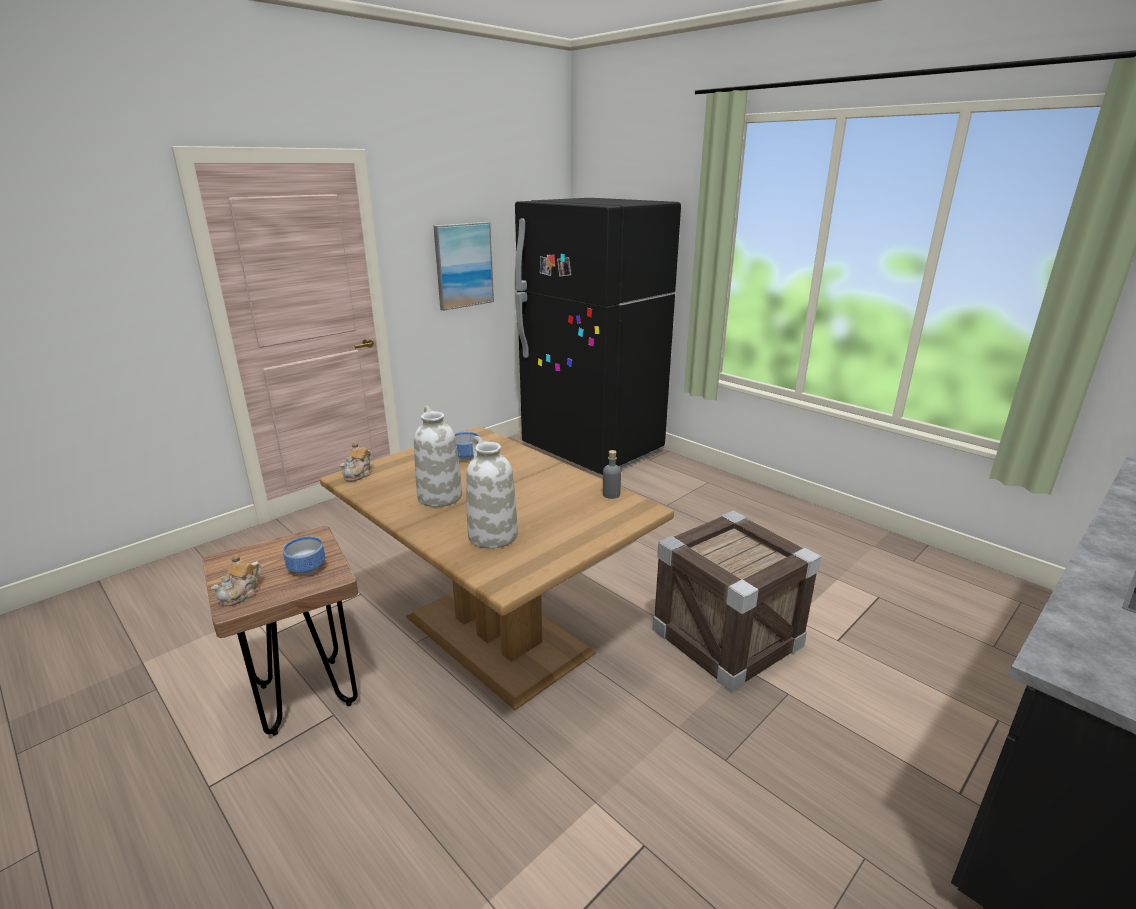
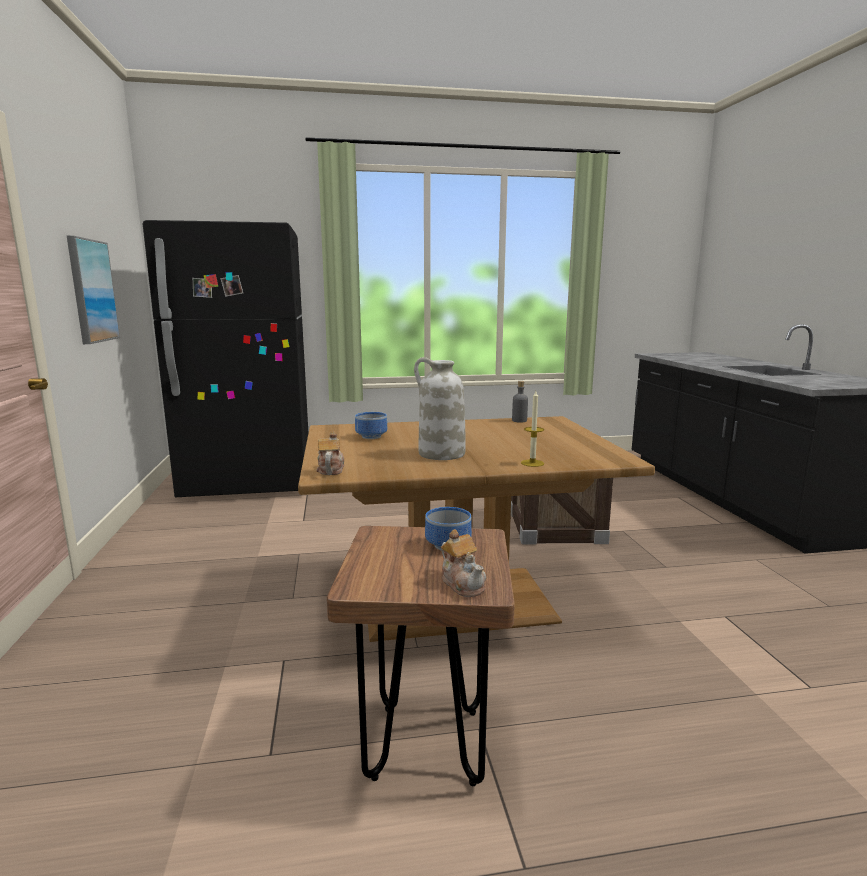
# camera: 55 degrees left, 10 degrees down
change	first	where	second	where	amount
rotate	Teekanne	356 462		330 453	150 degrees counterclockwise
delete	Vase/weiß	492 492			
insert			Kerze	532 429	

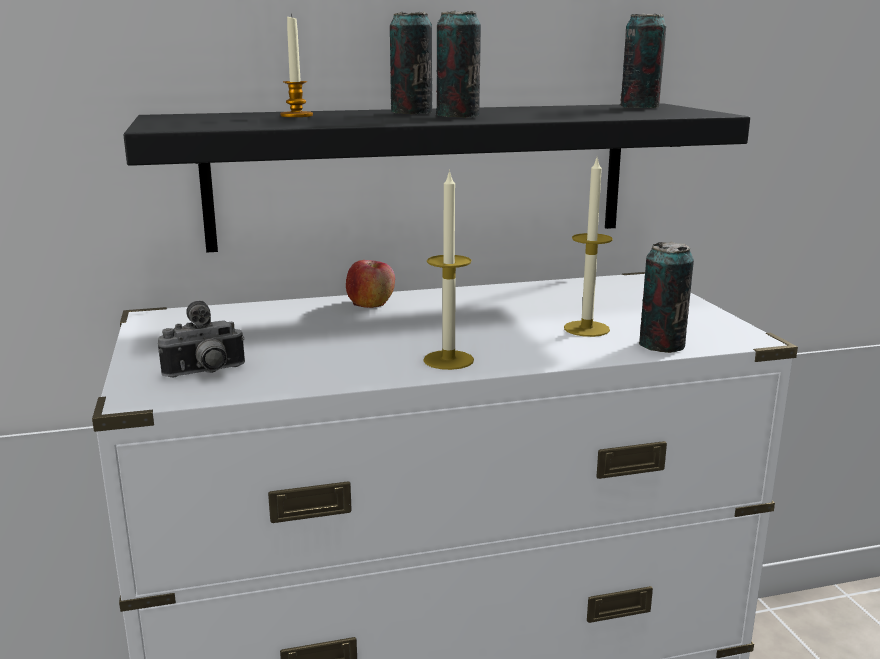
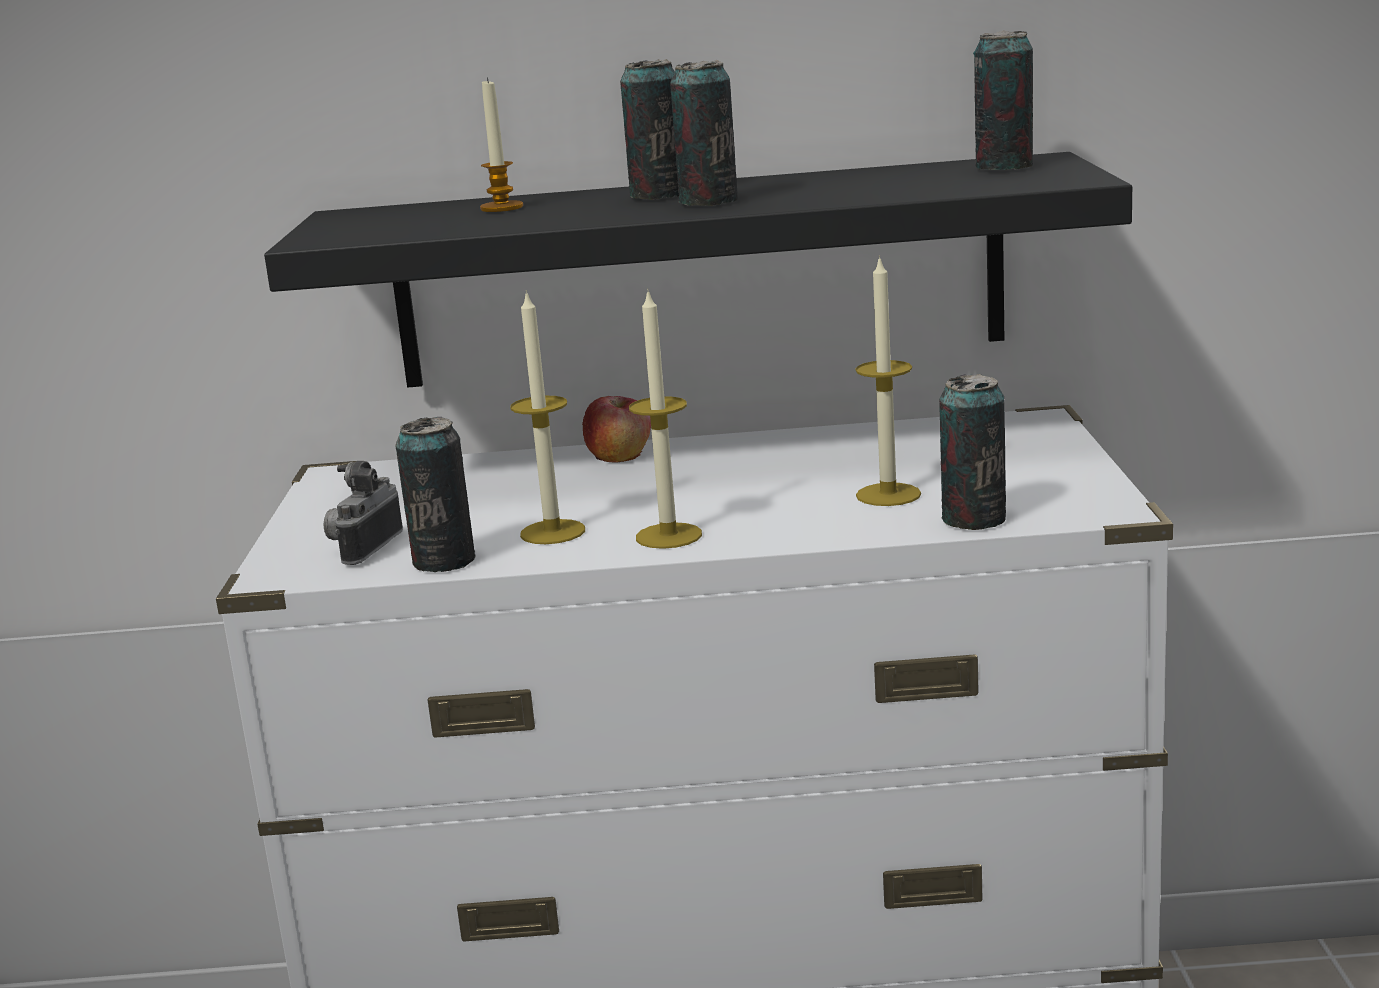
# camera: 15 degrees right, 0 degrees up
change	first	where	second	where	amount
rotate	Kamera	201 339		363 513	120 degrees clockwise
insert			Dose	435 494	
insert			Kerze	547 417	

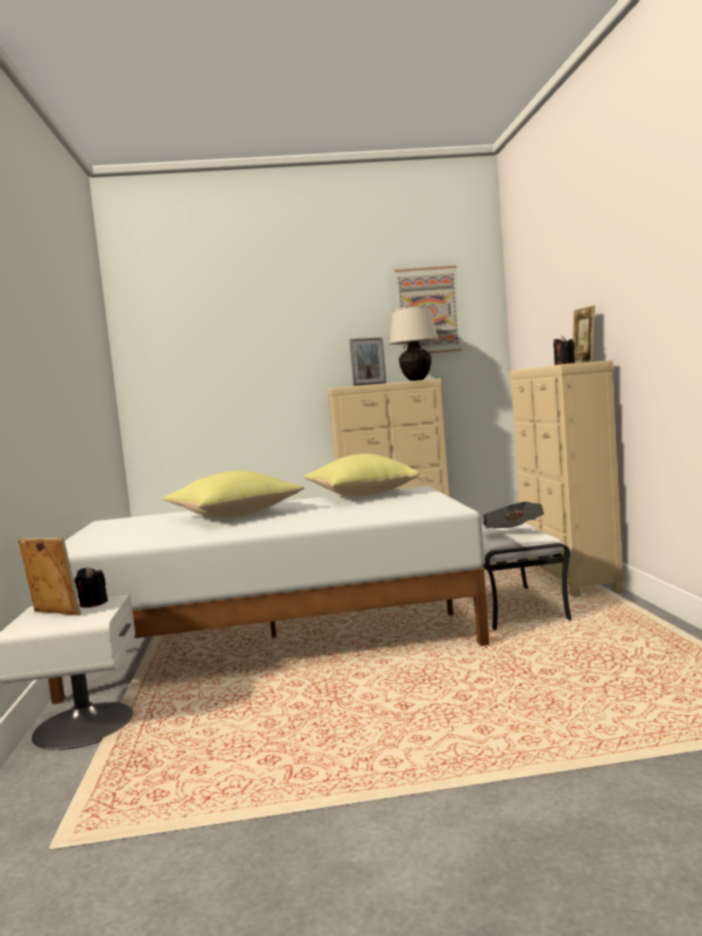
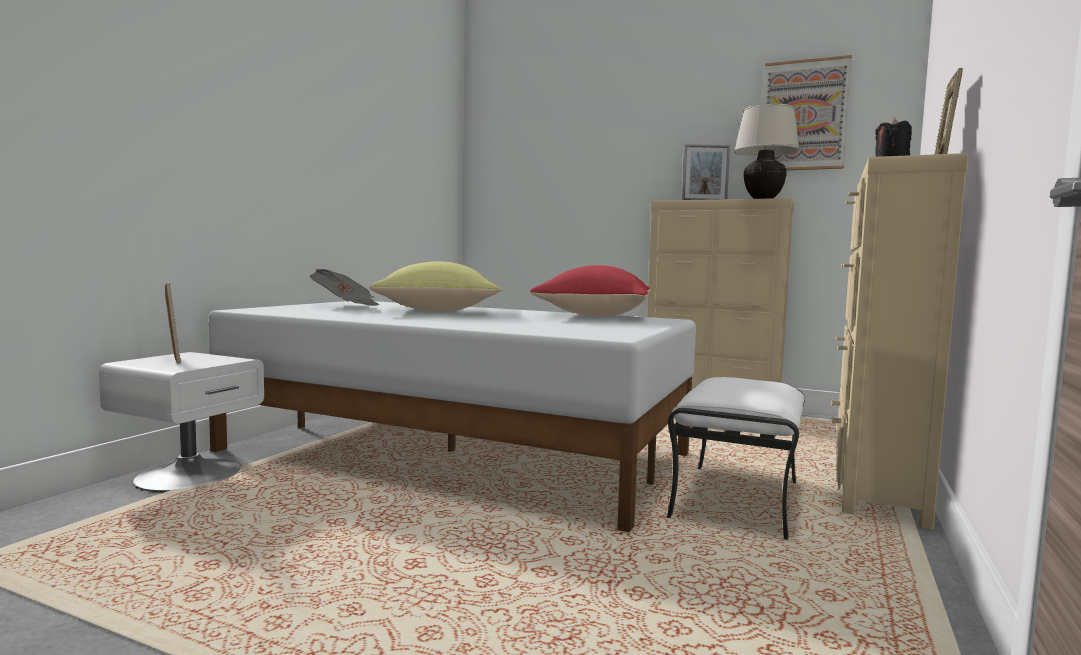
# camera: 30 degrees right, 0 degrees up
change	first	where	second	where	amount
delete	Kerze/schwarz	91 587			
recolor	Kissen/gelb	361 475	Kissen/rot	590 291	
move	Zeitung	513 515		344 287	

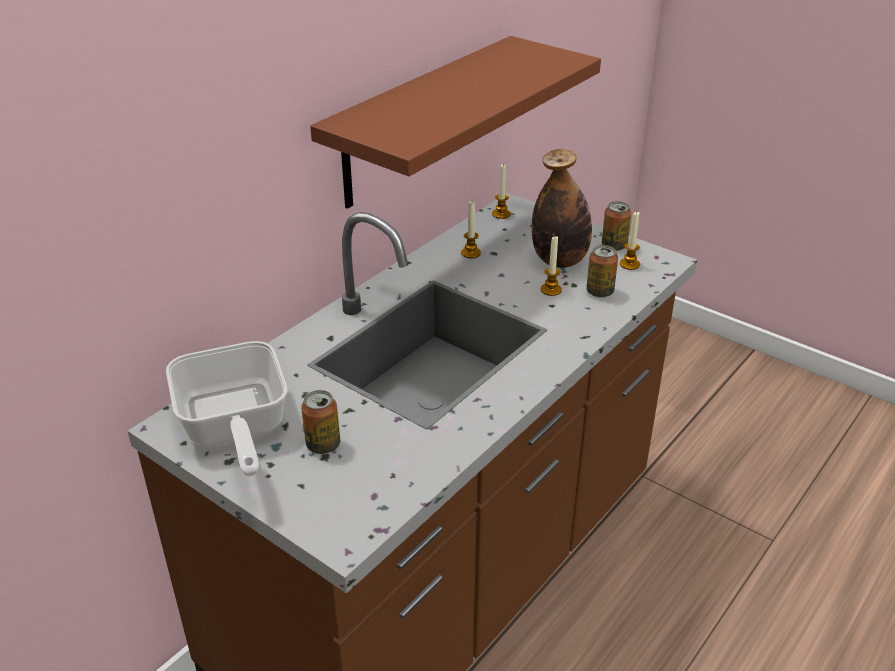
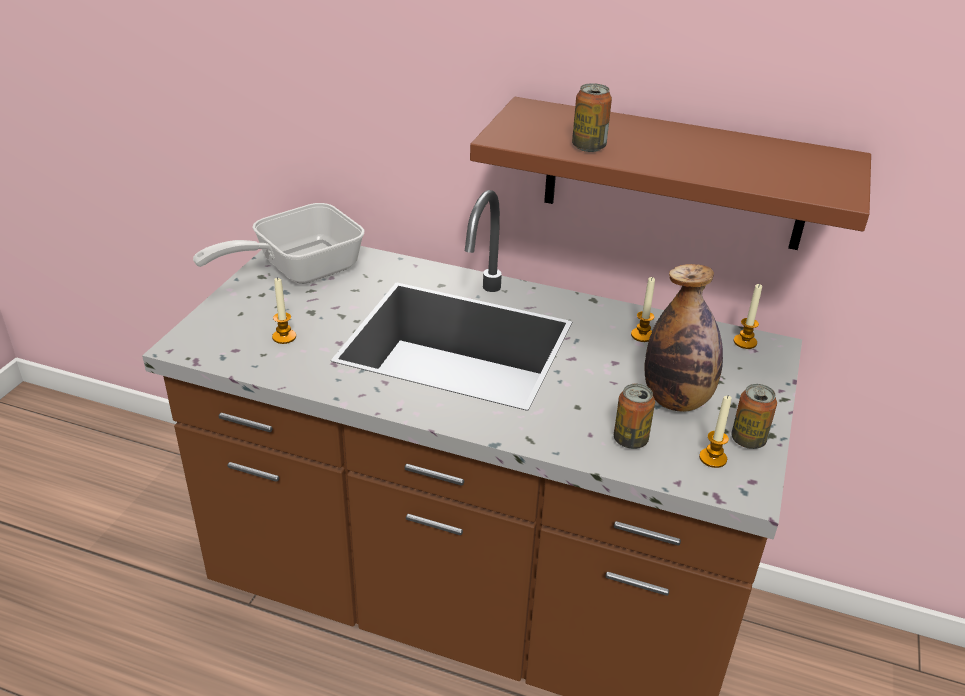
# camera: 70 degrees right, 0 degrees up
change	first	where	second	where	amount
move	Dose	320 422		592 117	
move	Kerze	551 266		284 310	

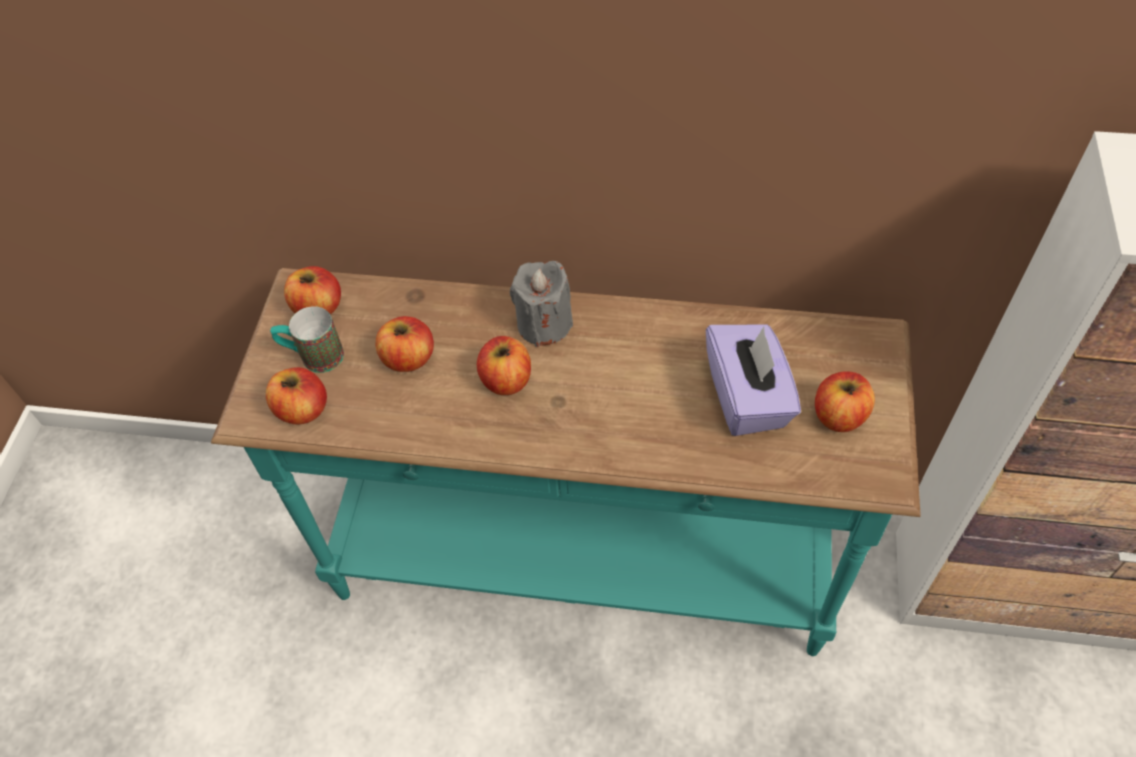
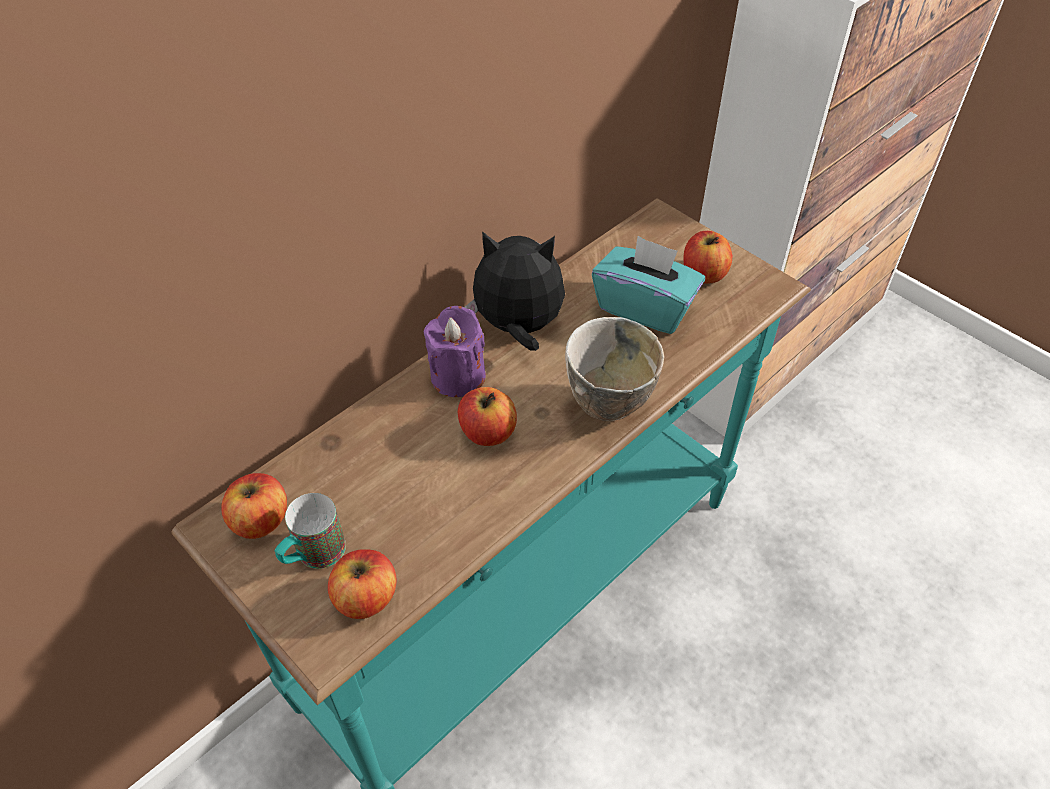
# camera: 55 degrees left, 5 degrees down
change	first	where	second	where	amount
delete	Apfel	404 344			
recolor	Kerze/grau	541 304	Kerze/lila	455 351	
recolor	Taschentuchbox/lila	753 380	Taschentuchbox/türkis	648 285	
insert			Plüschtier	514 291	
insert			Schüssel	615 369	

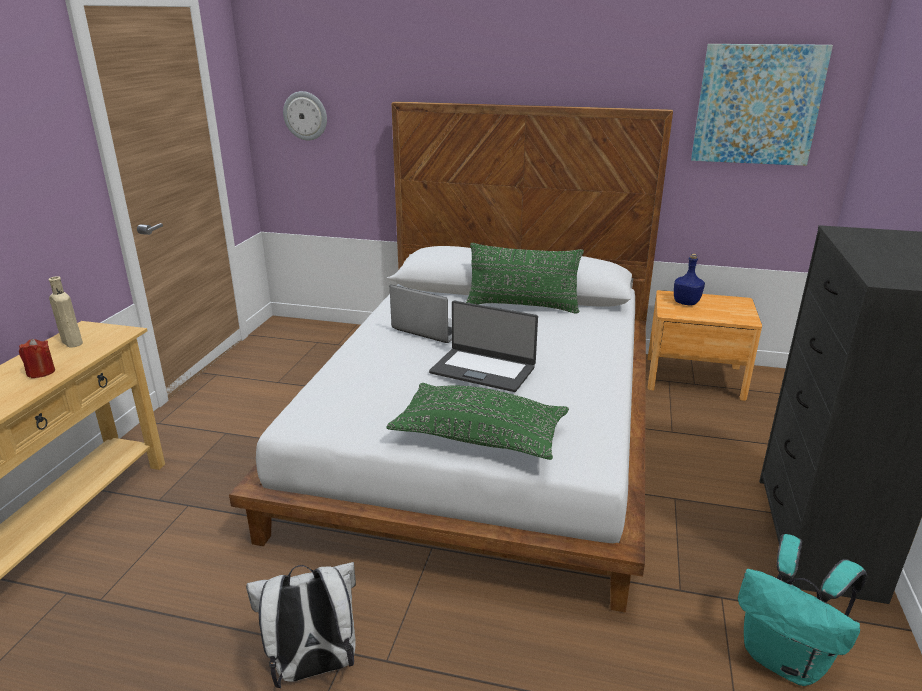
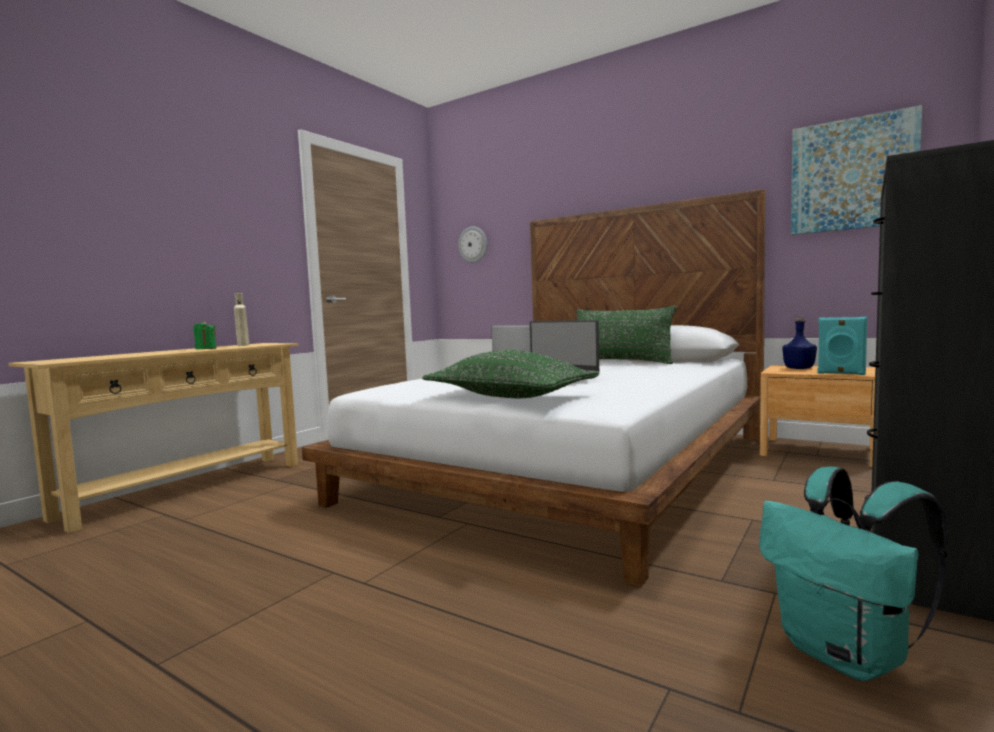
# camera: 20 degrees right, 20 degrees down
change	first	where	second	where	amount
recolor	Kerze/rot	37 358	Kerze/grün	204 335	
delete	Rucksack/weiß	301 625			
insert			Lautsprecher/türkis	842 346	

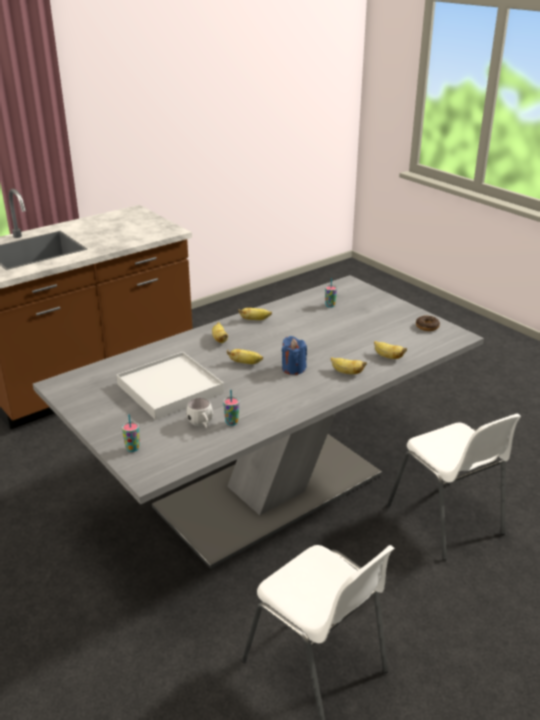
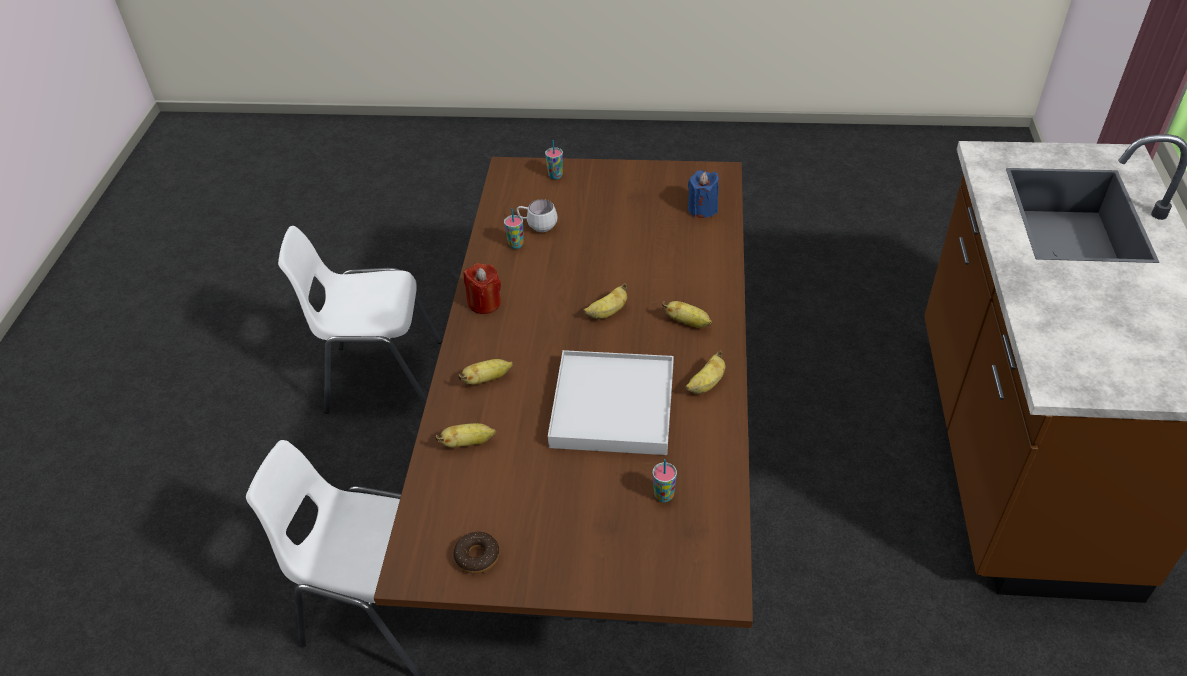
# camera: 135 degrees right, 15 degrees up
change	first	where	second	where	amount
recolor	Esstisch/grau	258 422	Esstisch/braun	563 392	
move	Tablett/weiß	170 386		611 402	
move	Kerze/blau	294 355		703 194	
insert			Kerze/rot	482 288	

